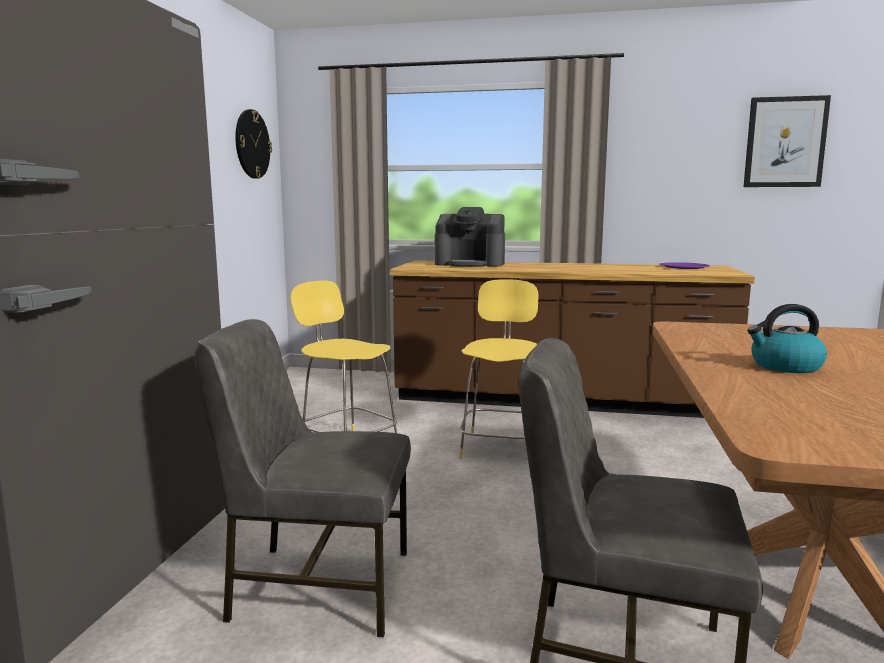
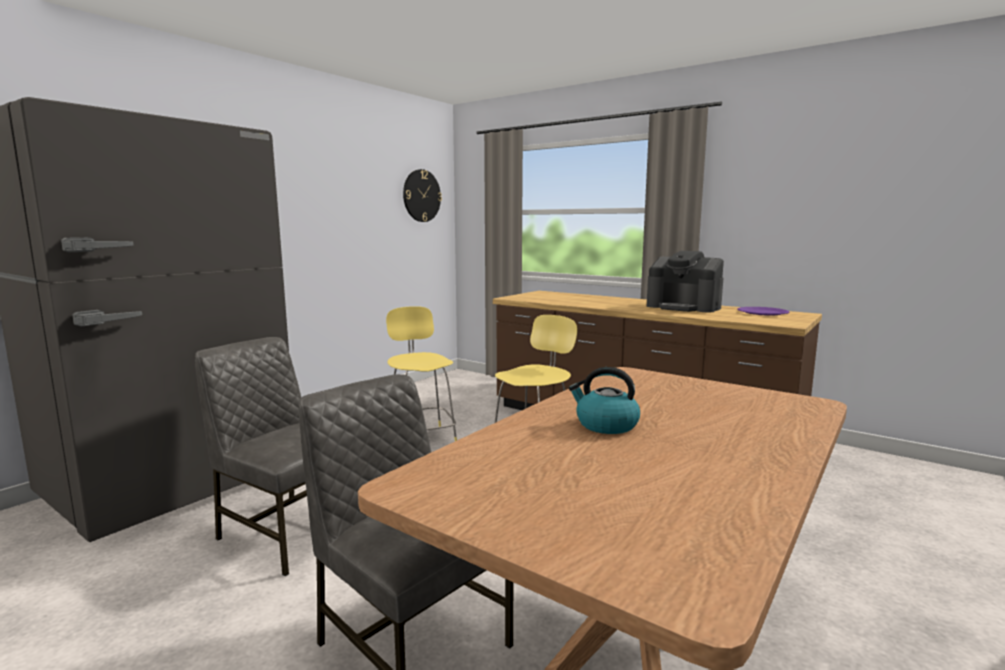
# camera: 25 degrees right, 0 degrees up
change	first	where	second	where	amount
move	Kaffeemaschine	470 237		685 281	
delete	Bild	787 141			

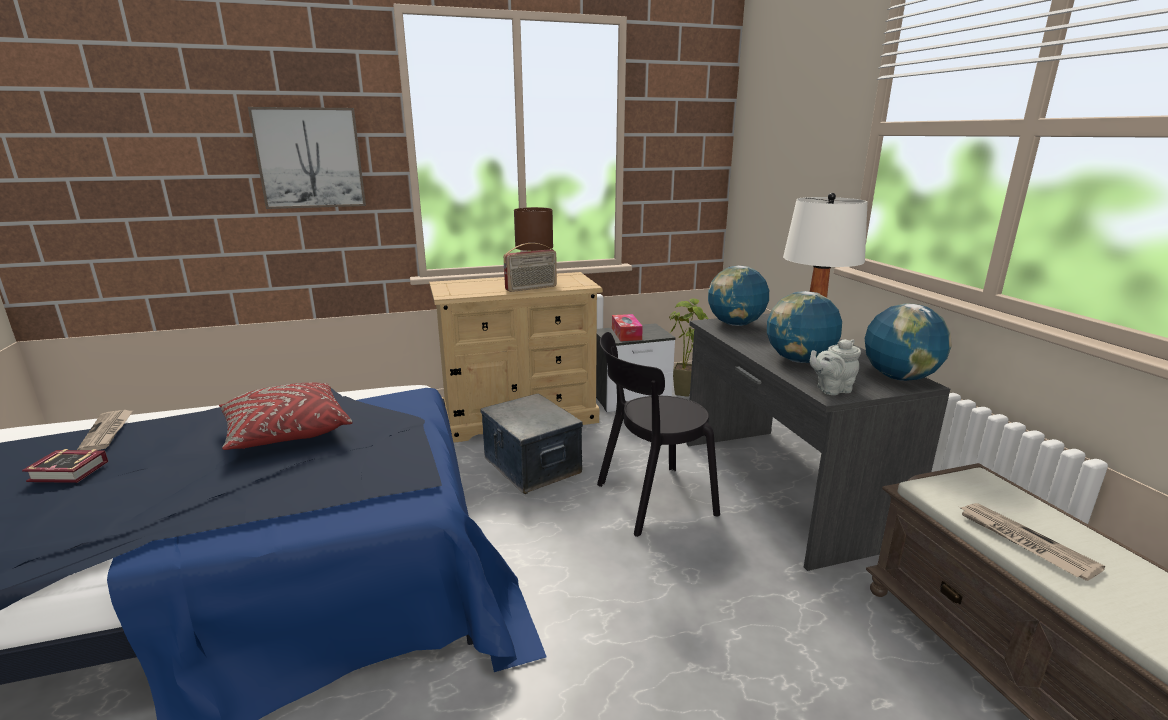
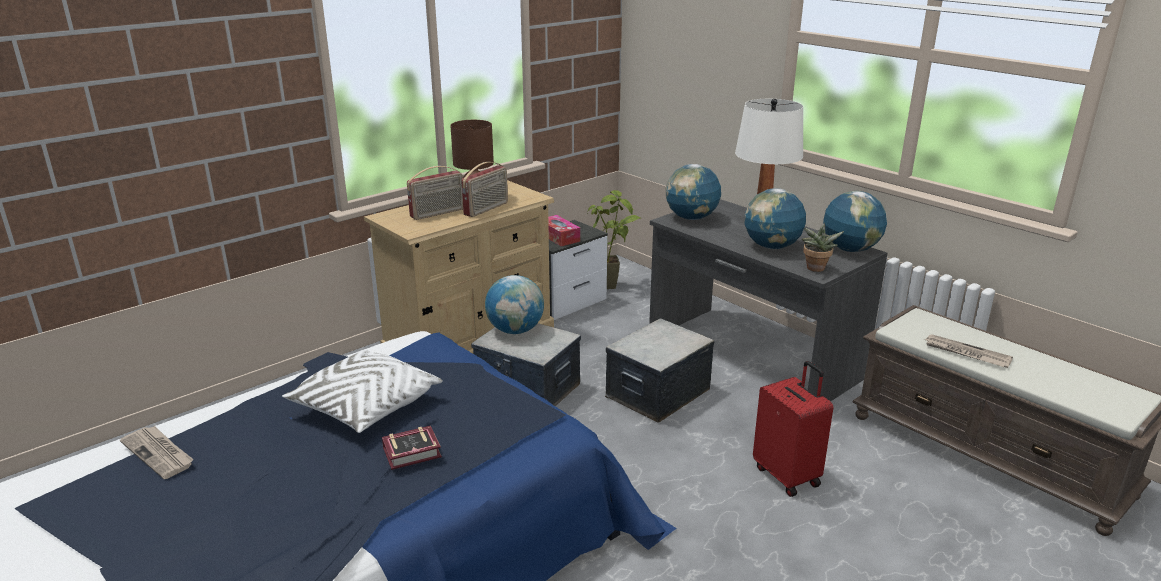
# camera: 25 degrees left, 5 degrees up
change	first	where	second	where	amount
move	Buch	65 466		412 448	
recolor	Kissen/rot	286 416	Kissen/weiß	362 391	
delete	Bild	307 158			
replace	Stuhl/schwarz	658 434	Aufbewahrungsbox	659 370	
replace	Teekanne/grau	835 367	Topfpflanze	823 247	
insert			Radio	435 193	
insert			Globus	514 304	
insert			Koffer/rot	793 429	

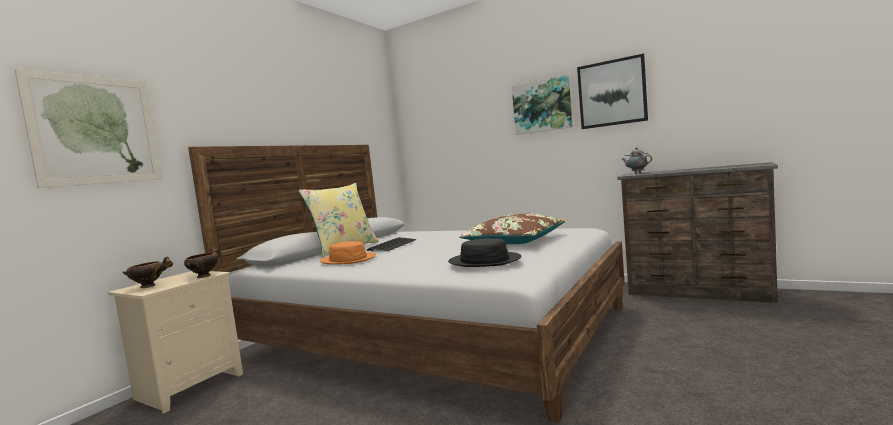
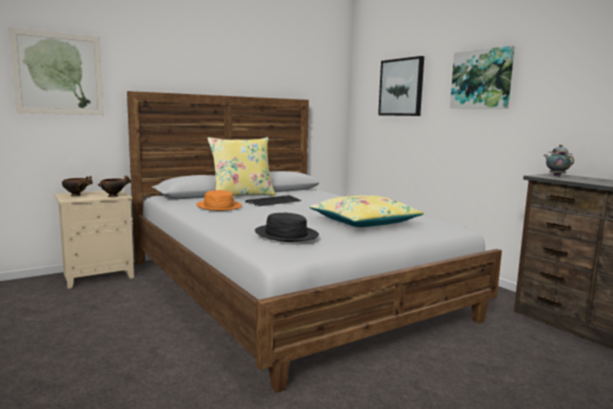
# camera: 25 degrees right, 5 degrees up
change	first	where	second	where	amount
recolor	Kissen/braun	512 229	Kissen/gelb	366 211	
move	Bild	612 91		401 86	

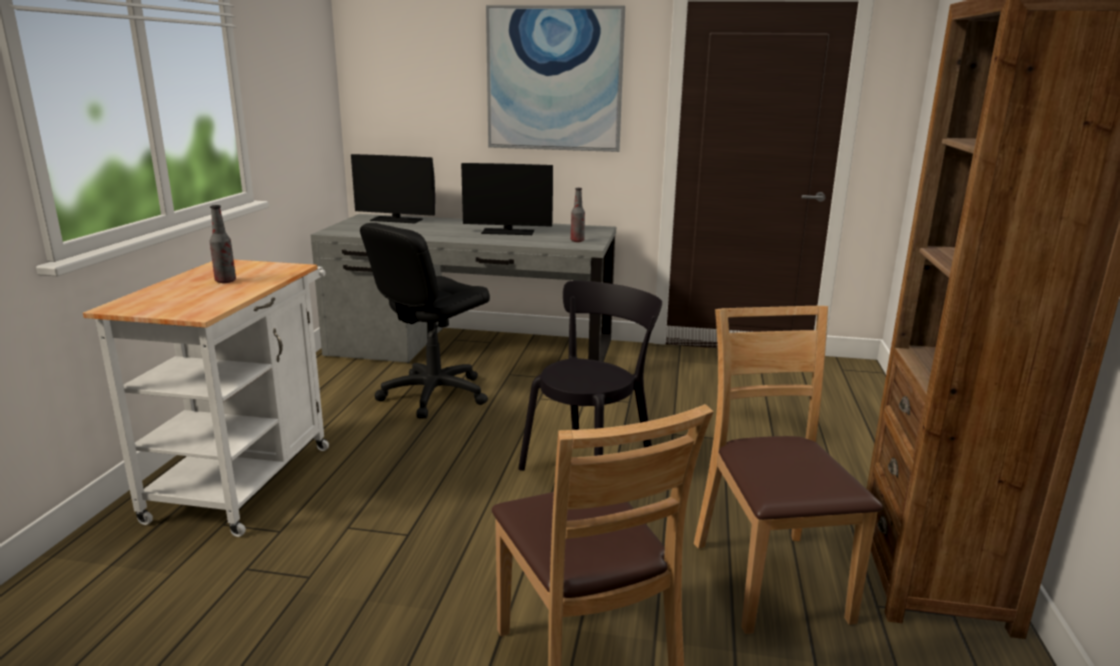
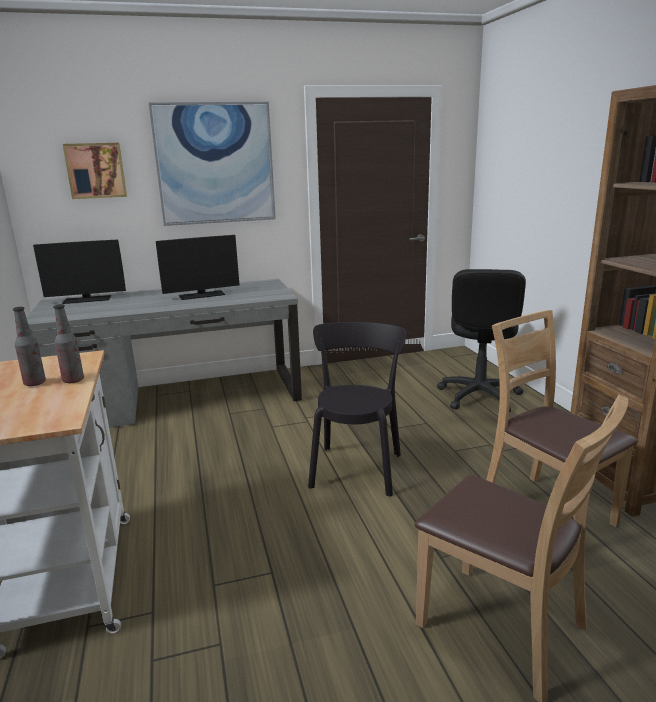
# camera: 25 degrees left, 0 degrees up
change	first	where	second	where	amount
move	Bürostuhl/schwarz	425 321		481 340	
move	Flasche	578 215		68 343	
insert			Bild	95 171	

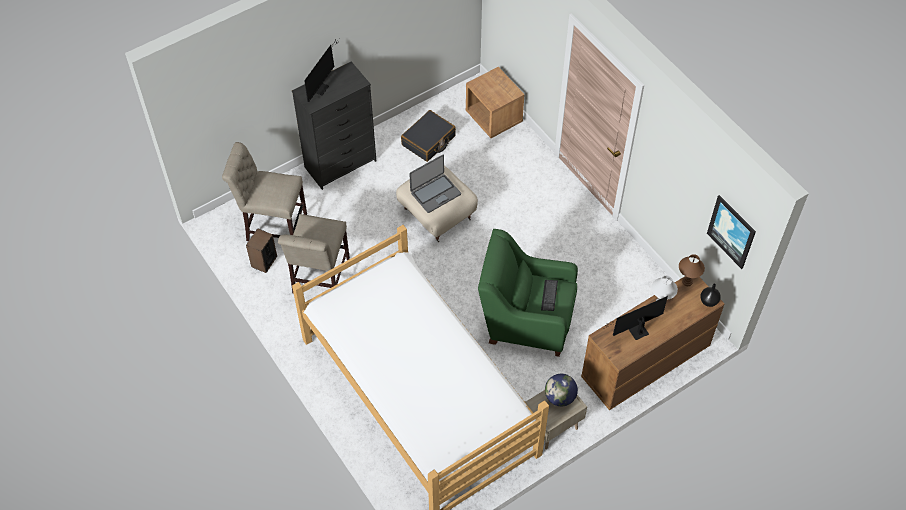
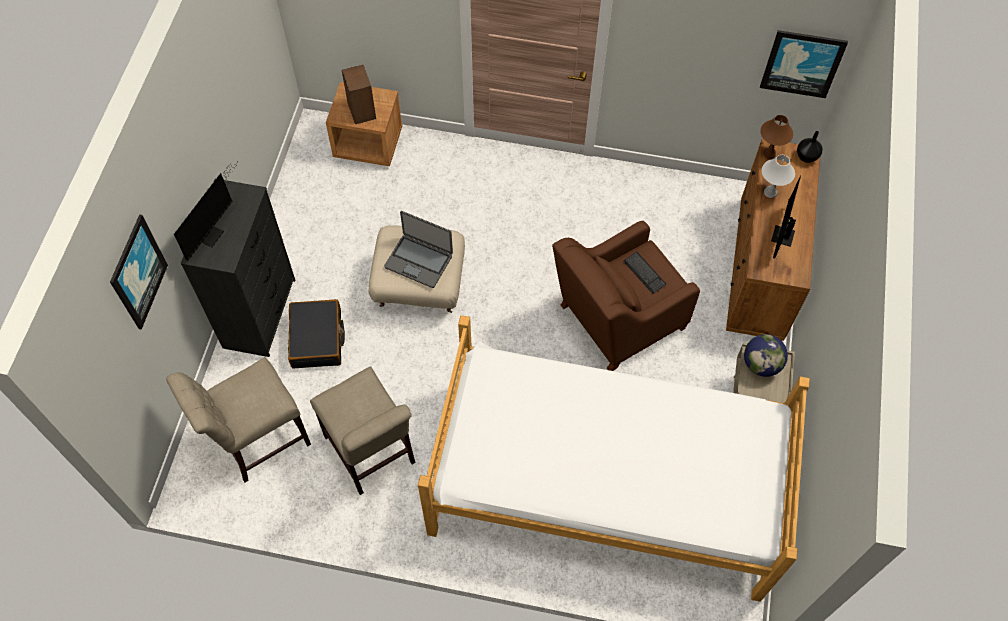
# camera: 45 degrees left, 5 degrees up
change	first	where	second	where	amount
move	Lautsprecher	261 250		359 94	
rotate	Monitor	322 70		206 211	45 degrees clockwise
move	Koffer/schwarz	428 136		316 334	
rotate	Laptop	435 184		418 249	105 degrees clockwise
recolor	Sessel/grün	528 293	Sessel/braun	626 296	
insert			Bild	139 272	

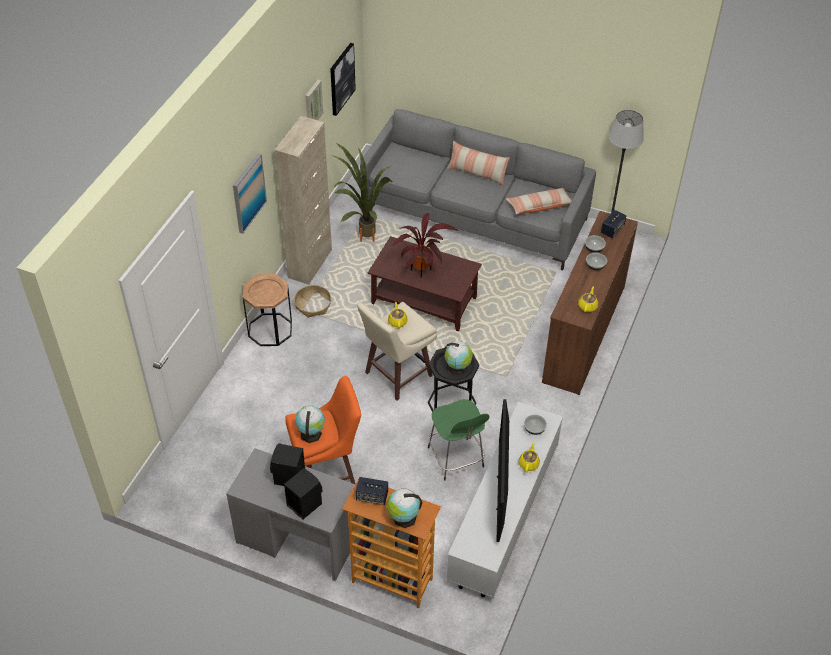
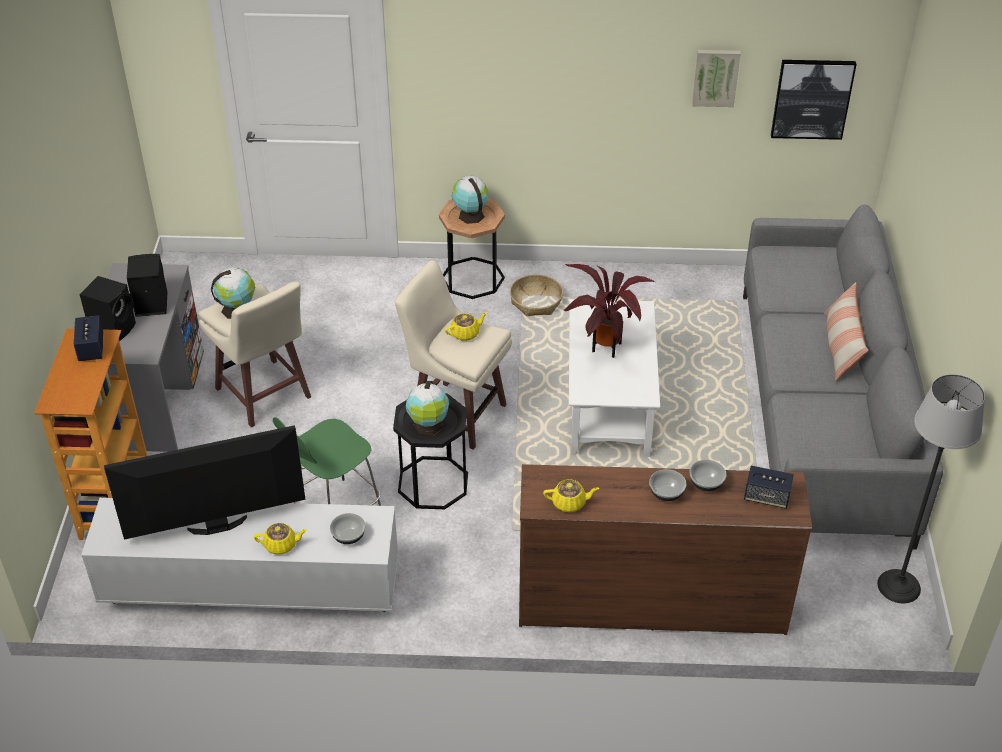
# camera: 70 degrees right, 5 degrees down
change	first	where	second	where	amount
delete	Bild	250 193			
delete	Schrank/beige	303 200			
recolor	Hocker/orange	323 430	Hocker/beige	255 354	
delete	Topfpflanze	362 192			
recolor	Couchtisch/braun	425 284	Couchtisch/weiß	614 378	
move	Globus	404 509		470 200	
delete	Kissen	539 201			

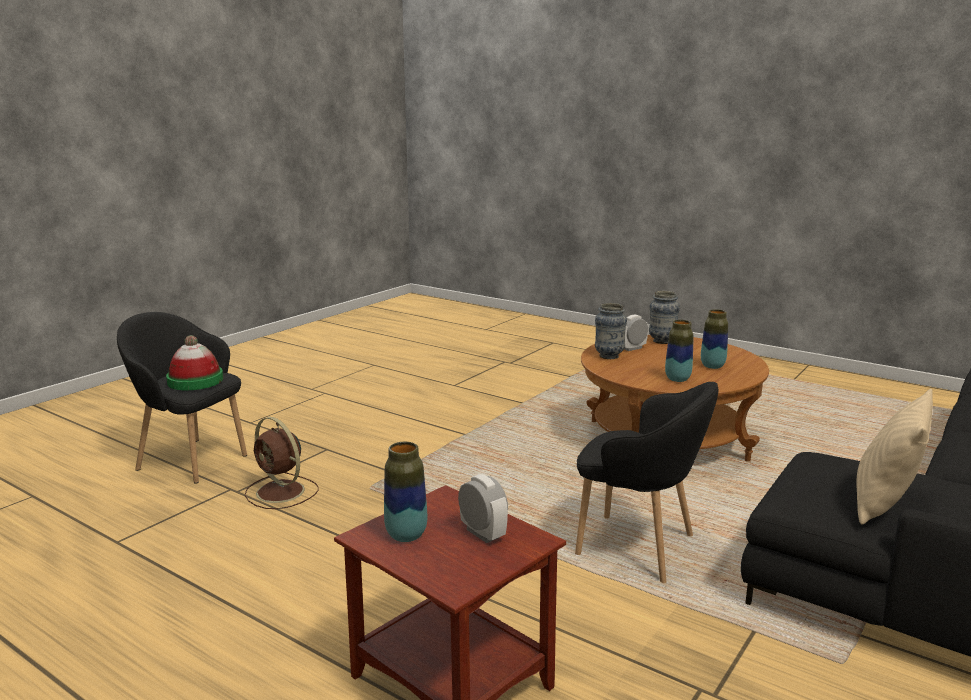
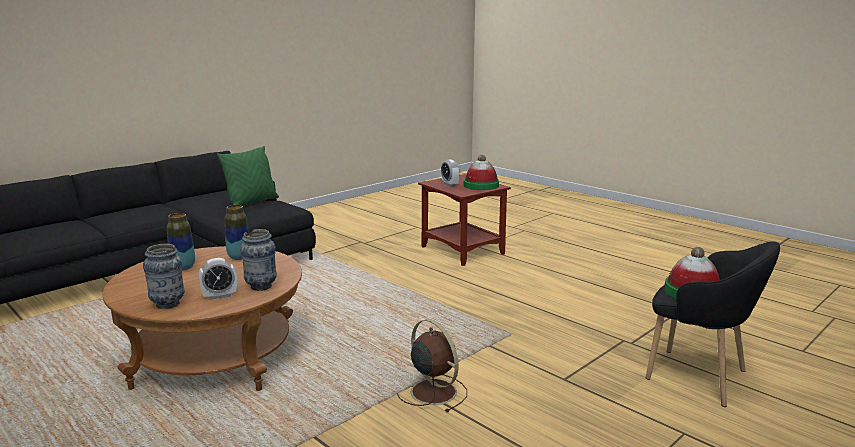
# camera: 170 degrees left, 0 degrees up
change	first	where	second	where	amount
move	Ventilator/braun	281 463		432 365	
replace	Vase	405 492	Hut	481 172	
delete	Sessel/schwarz	646 482			
recolor	Kissen/beige	894 457	Kissen/grün	248 176	

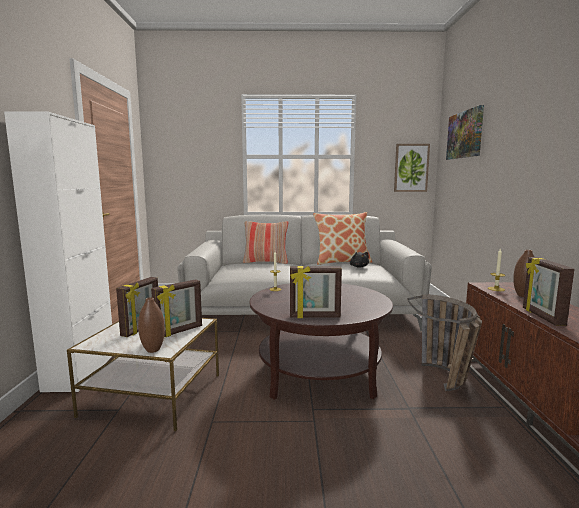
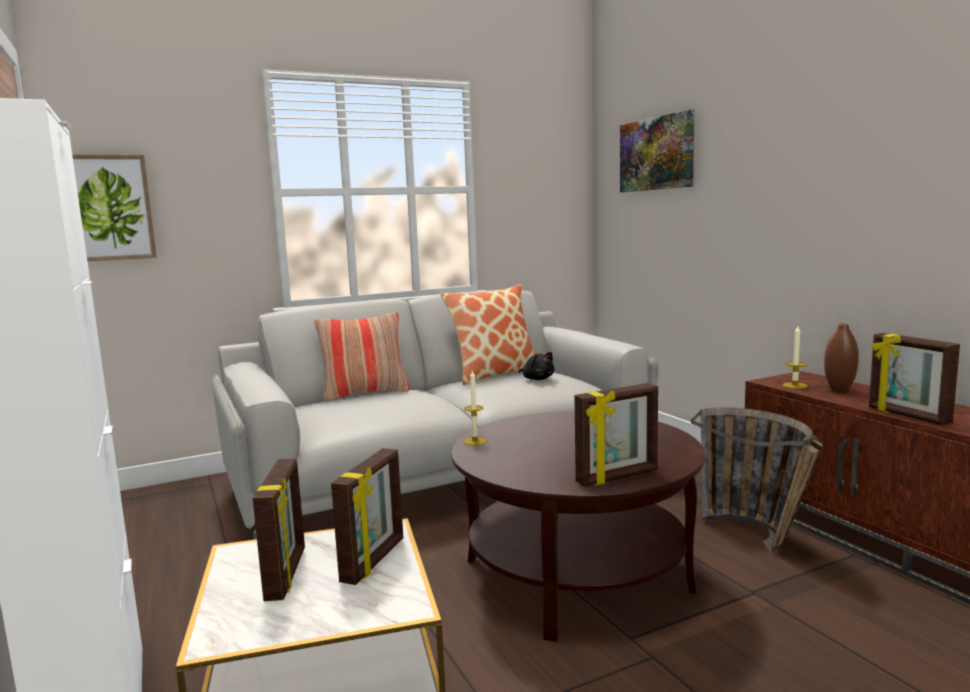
# camera: 25 degrees left, 0 degrees up
change	first	where	second	where	amount
delete	Vase/braun	151 325			
move	Bild	412 168		114 208	

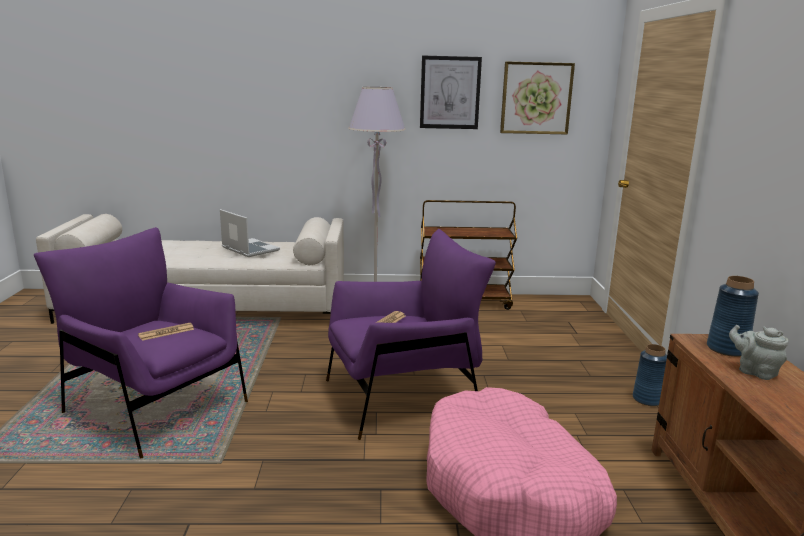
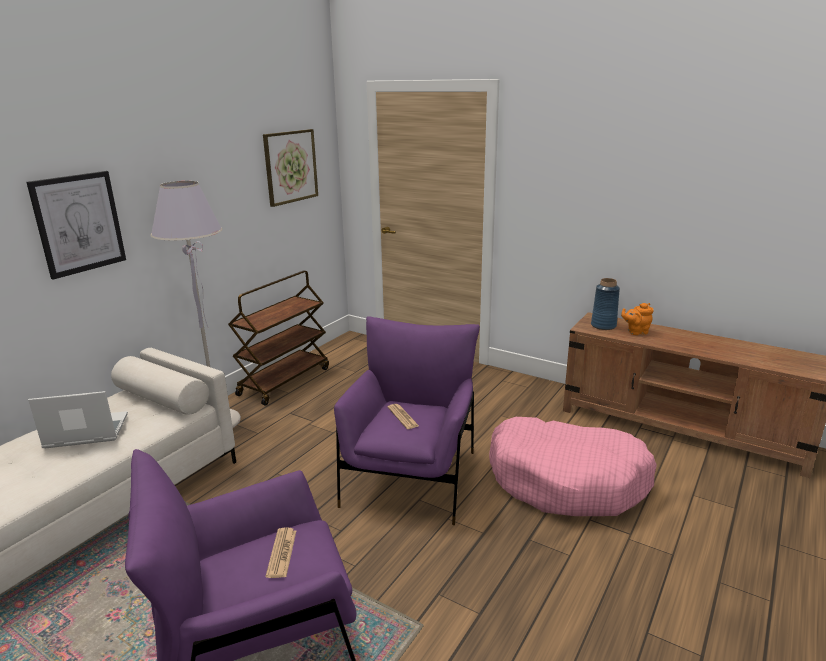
# camera: 55 degrees left, 5 degrees up
change	first	where	second	where	amount
move	Bild	451 92		76 225	
delete	Vase/blau	650 375			
recolor	Teekanne/grau	758 352	Teekanne/orange	637 319	

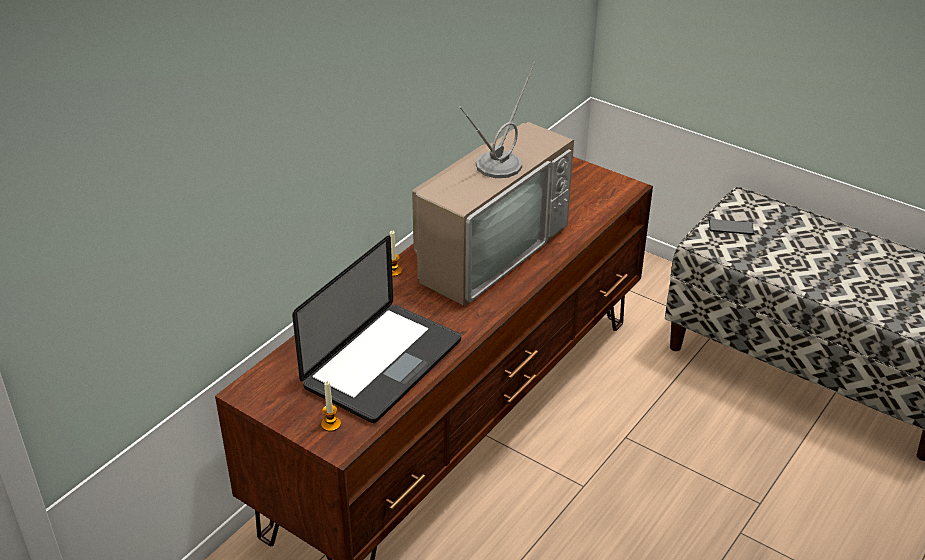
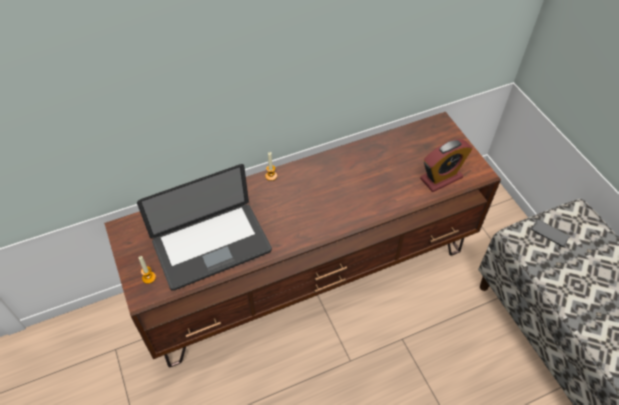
# camera: 30 degrees right, 15 degrees up
change	first	where	second	where	amount
delete	Fernseher	493 184			
insert			Wecker	446 165	

